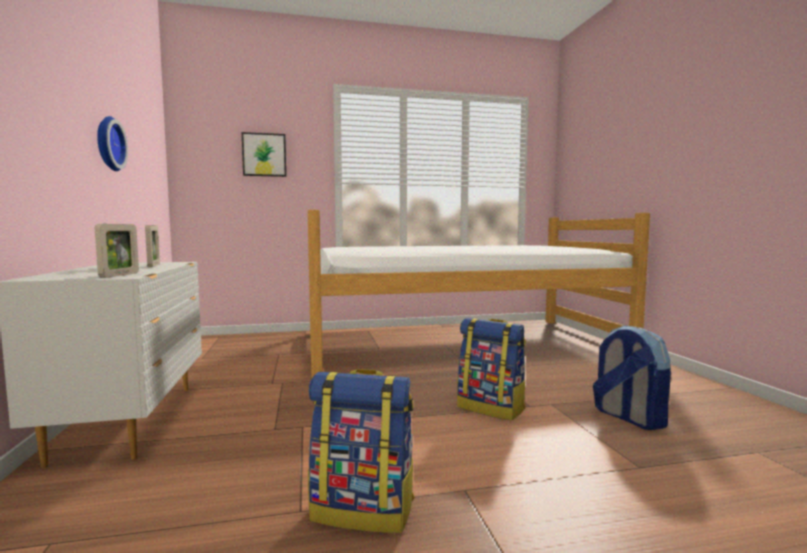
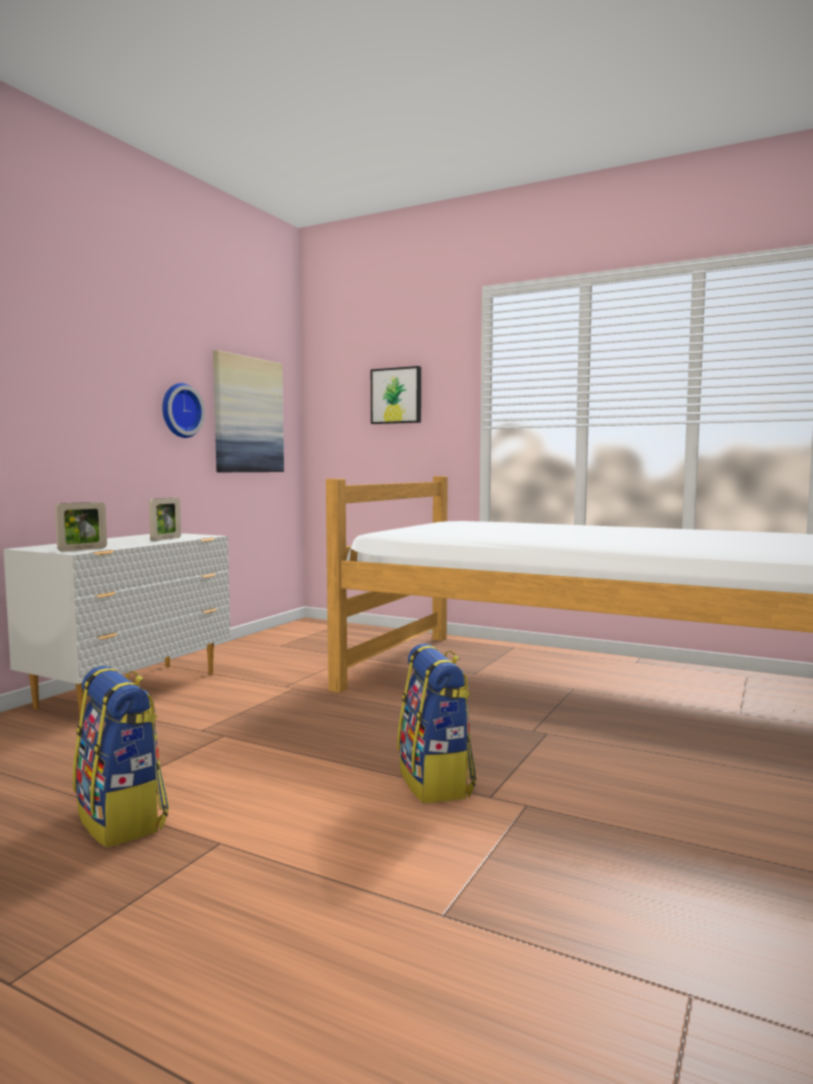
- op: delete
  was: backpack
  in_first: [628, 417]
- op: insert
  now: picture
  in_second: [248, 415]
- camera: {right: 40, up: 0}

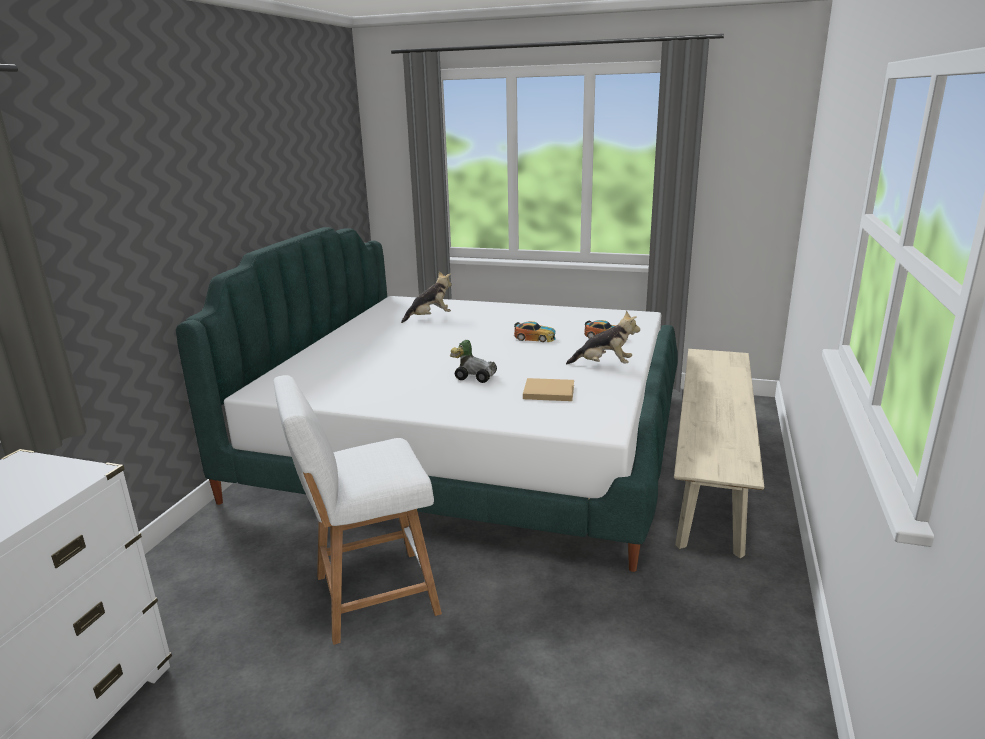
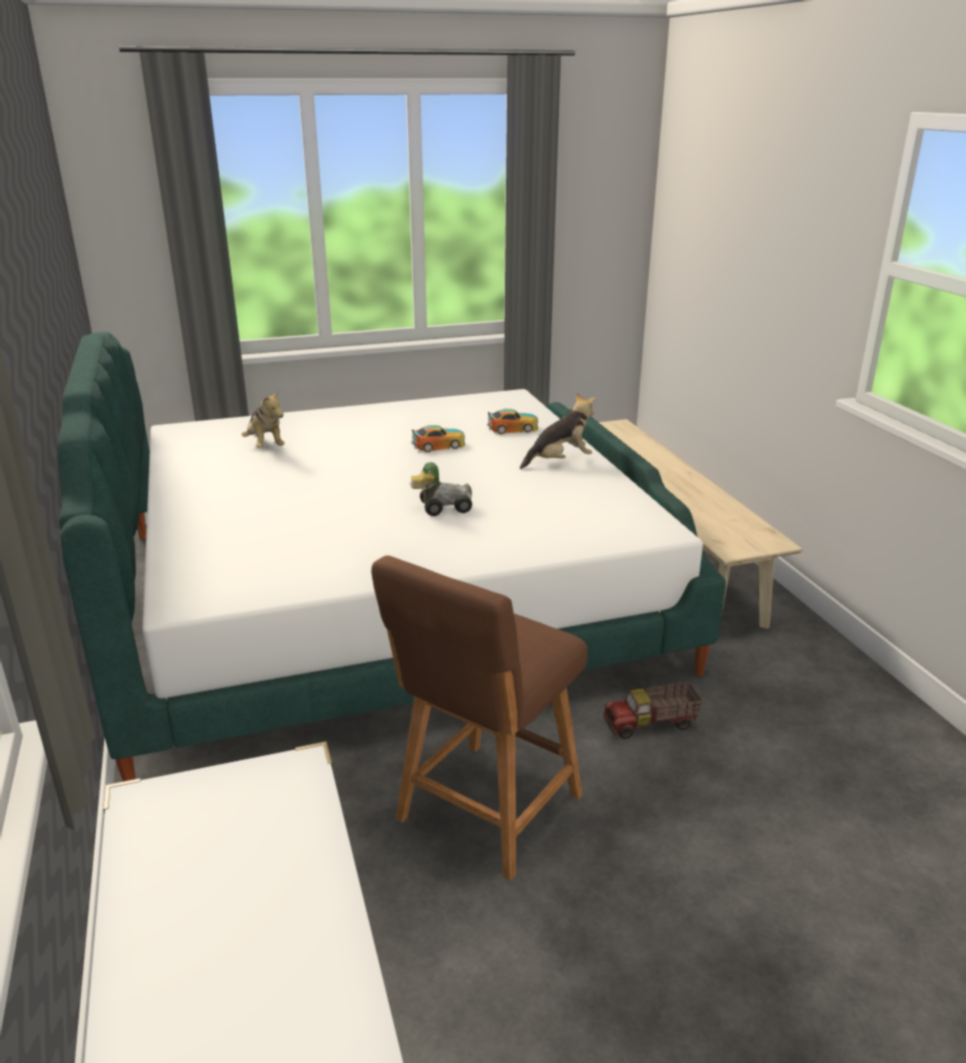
- op: rotate
  was: plush toy
  in_first: [430, 318]
  in_second: [265, 445]
  clockwise: 120
- op: recolor
  was: stool (white)
  now: stool (brown)
  in_first: [369, 596]
  in_second: [484, 812]
- op: delete
  was: book (beige)
  in_first: [547, 392]
- op: insert
  now: toy truck
  in_second: [651, 724]
- camera: {right: -35, up: 5}

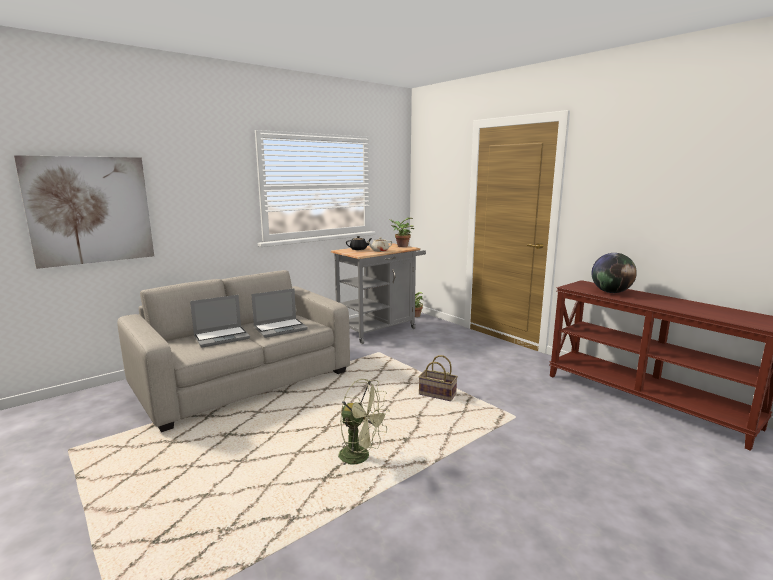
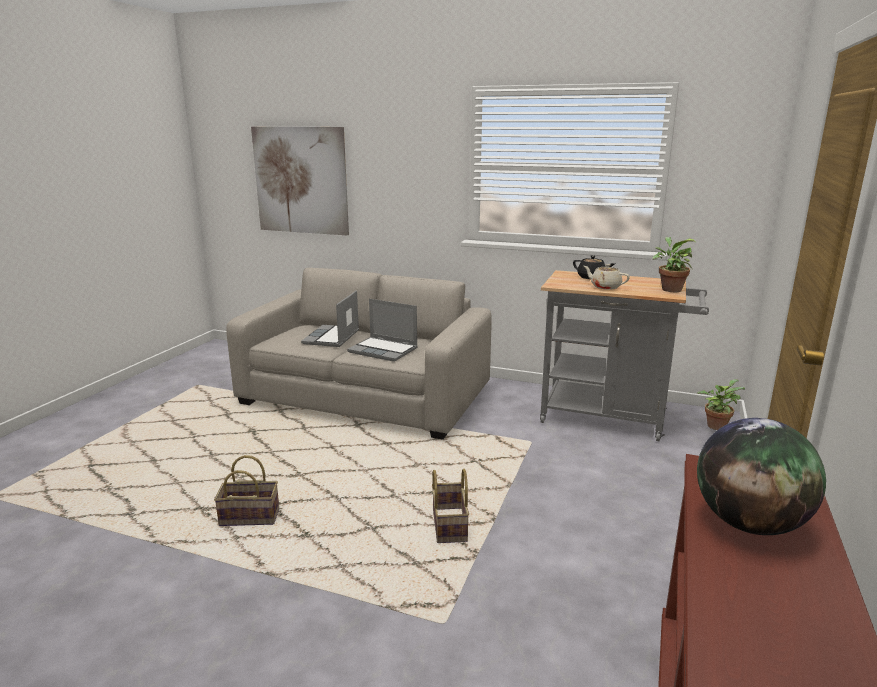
- op: rotate
  was: laptop
  in_first: [222, 337]
  in_second: [332, 337]
  clockwise: 75
- op: replace
  was: fan (green)
  now: basket
  in_first: [361, 457]
  in_second: [251, 517]
- camera: {right: 60, up: 5}

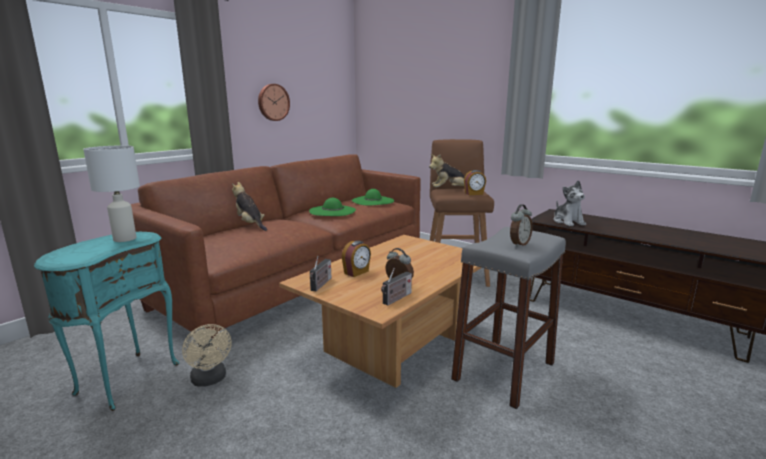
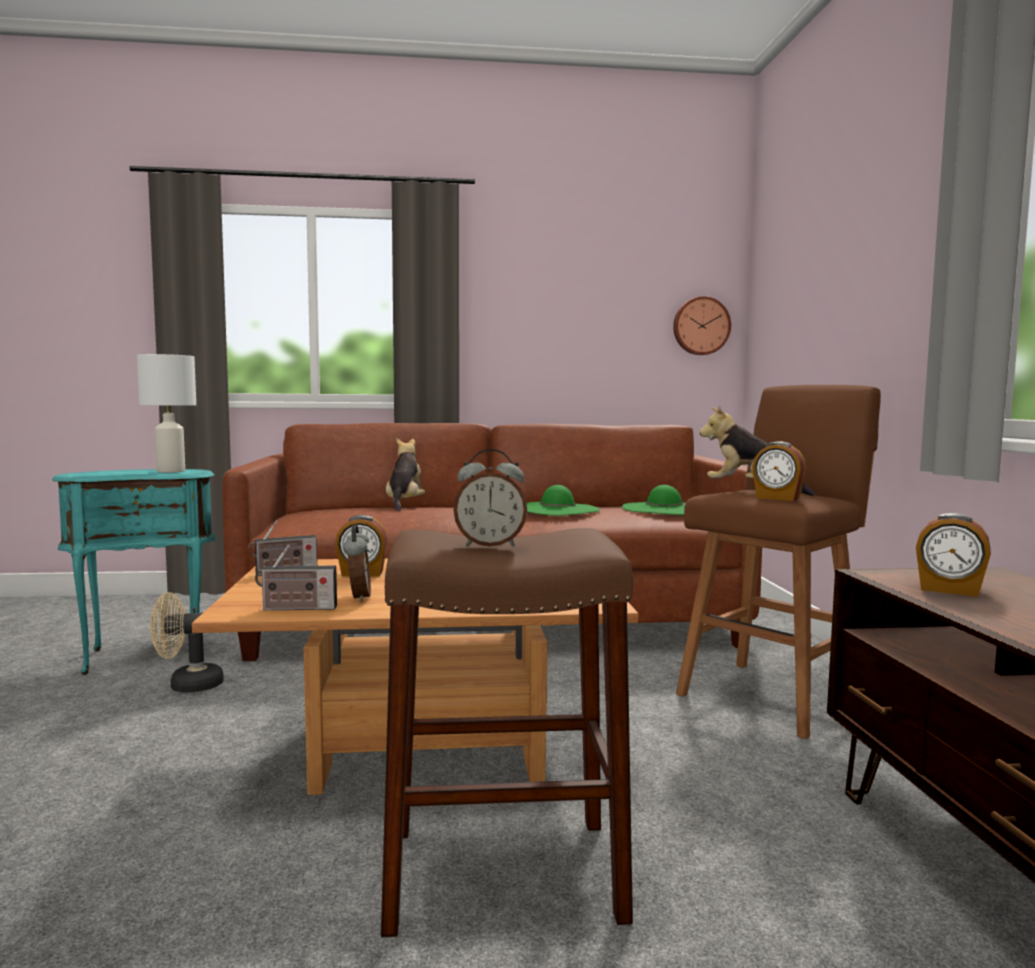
- op: move
  was: wall clock
  in_first: [273, 102]
  in_second: [700, 326]
- op: replace
  was: plush toy
  now: alarm clock
  in_first: [568, 222]
  in_second: [949, 590]
- op: recolor
  was: stool (grey)
  now: stool (brown)
  in_first: [504, 371]
  in_second: [503, 873]
- op: rotate
  was: fan (beige)
  in_first: [210, 380]
  in_second: [187, 685]
  clockwise: 60
- camera: {right: 45, up: -10}

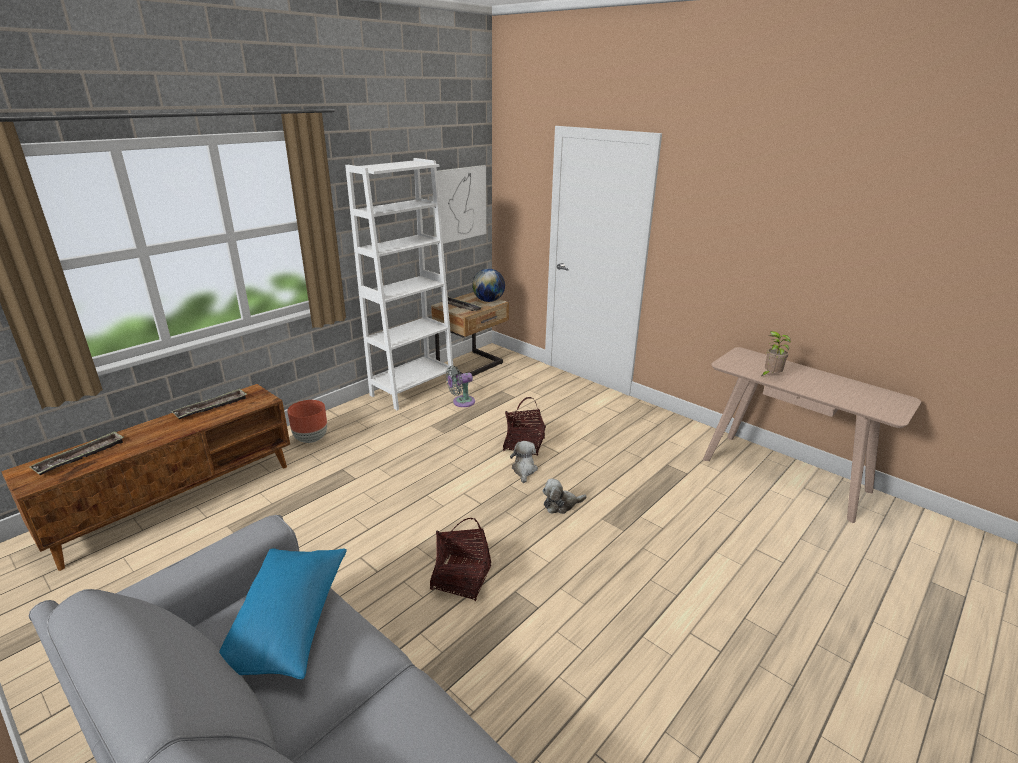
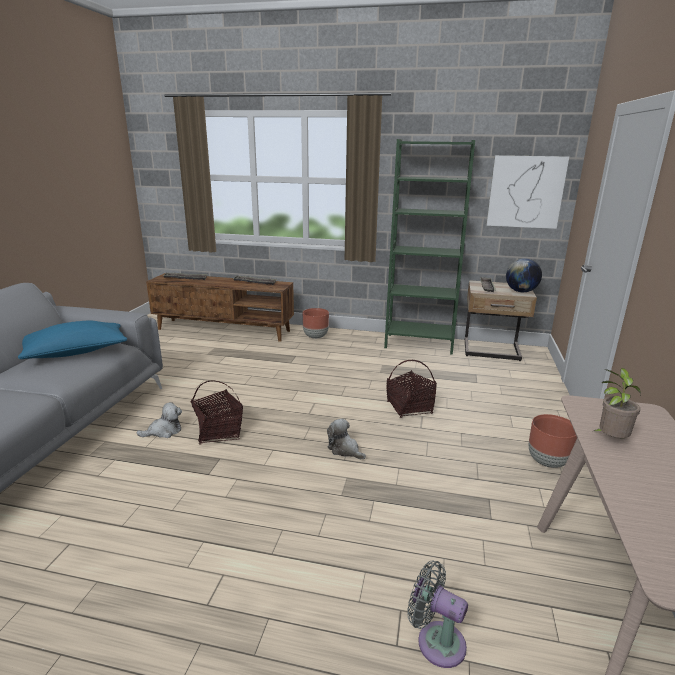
- op: recolor
  was: bookcase (white)
  now: bookcase (green)
  in_first: [413, 389]
  in_second: [419, 343]
- op: move
  was: fan (grey)
  in_first: [461, 402]
  in_second: [436, 641]
- op: move
  was: plush toy
  in_first: [524, 470]
  in_second: [164, 431]
- op: insert
  now: planter (brown)
  in_second: [547, 461]
- camera: {right: 60, up: -5}

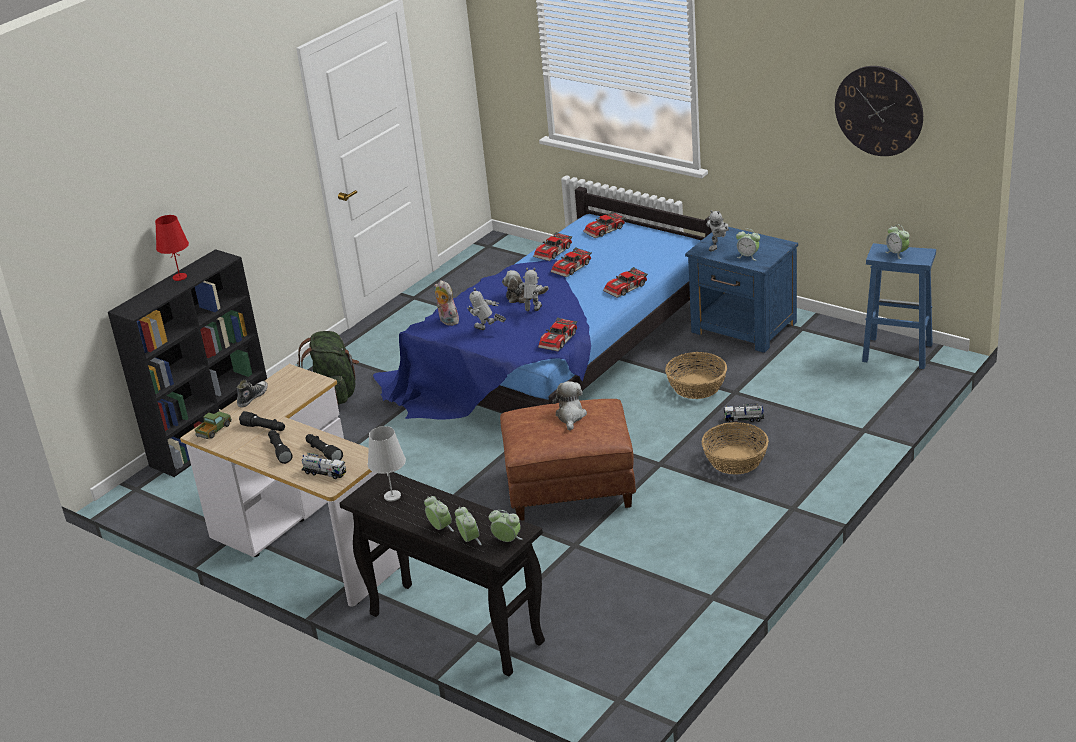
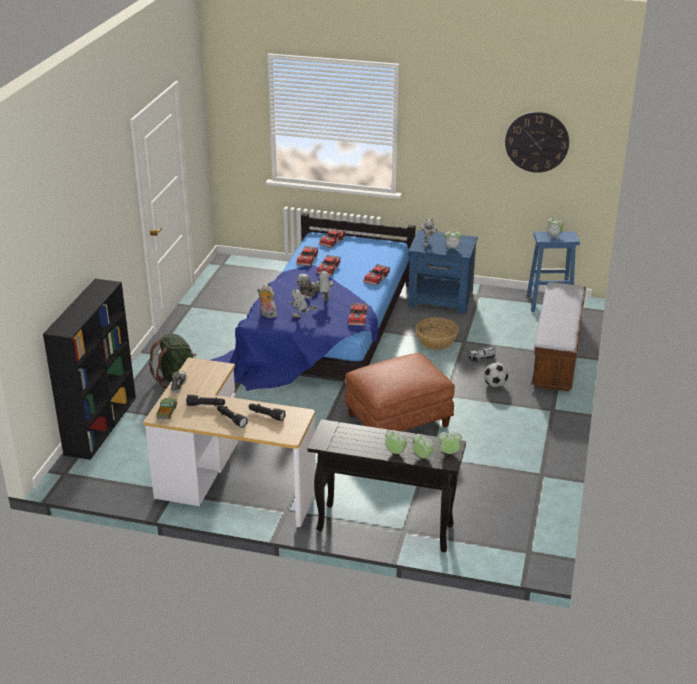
- op: delete
  was: table lamp (red)
  in_first: [180, 277]
- op: delete
  was: plush toy
  in_first: [570, 416]
- op: replace
  was: basket
  now: football
  in_first: [735, 460]
  in_second: [495, 385]
- op: delete
  was: table lamp (white)
  in_first: [392, 496]
- op: delete
  was: toy truck
  in_first: [324, 473]
- op: insert
  now: bench
  in_second: [556, 356]
- camera: {right: -25, up: 0}

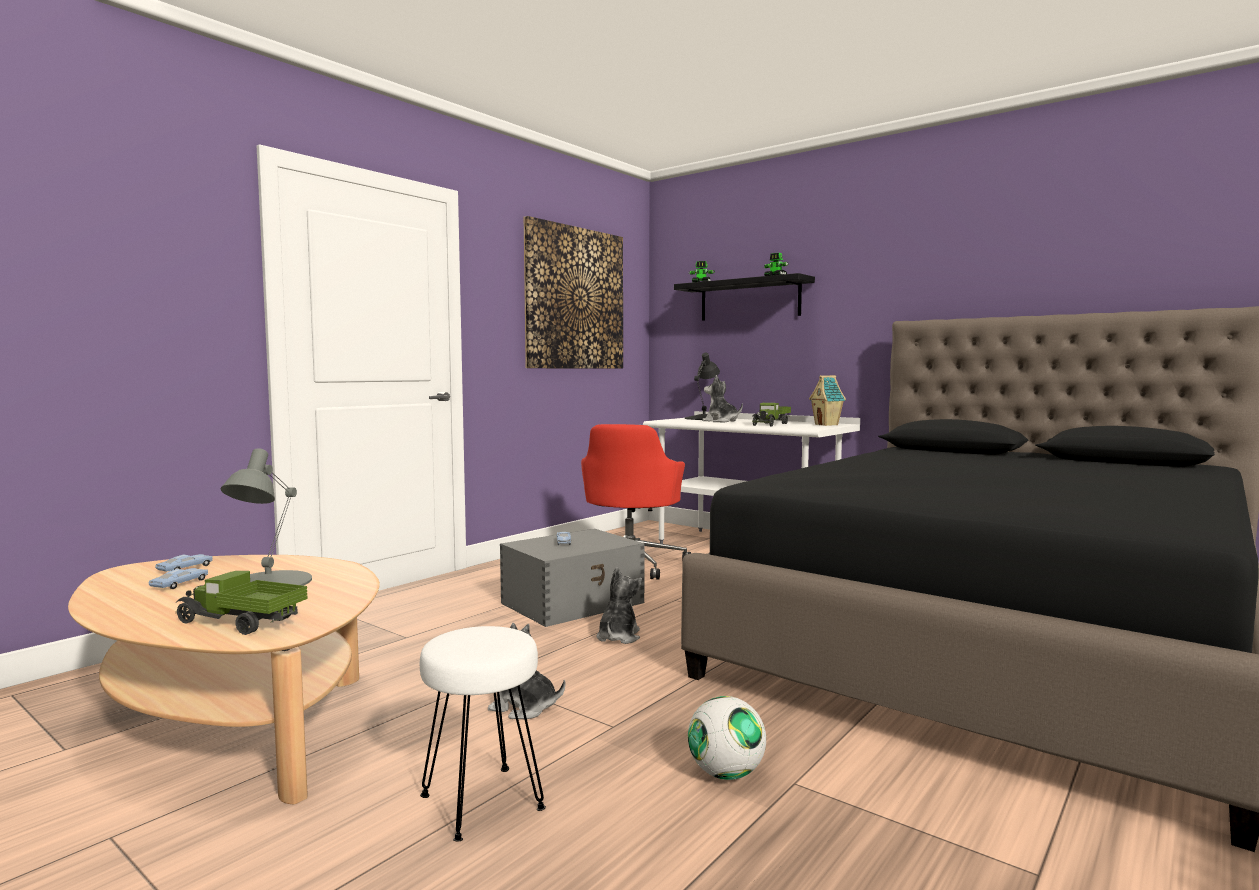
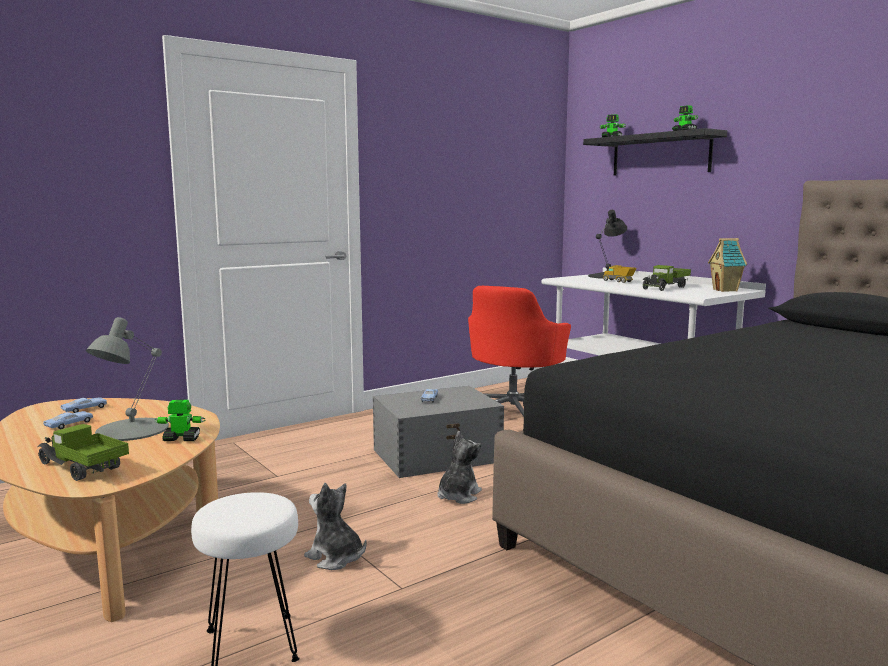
- op: delete
  was: picture
  in_first: [575, 298]
- op: replace
  was: plush toy
  now: toy truck
  in_first: [720, 421]
  in_second: [619, 281]
- op: delete
  was: football
  in_first: [726, 774]
- op: insert
  now: toy robot
  in_second: [181, 439]
- camera: {right: 15, up: 5}

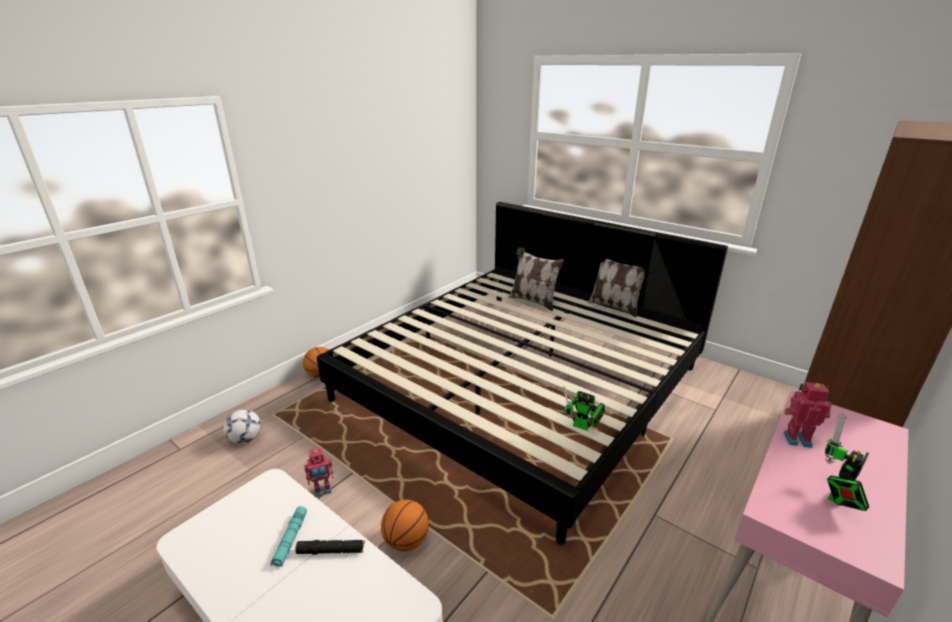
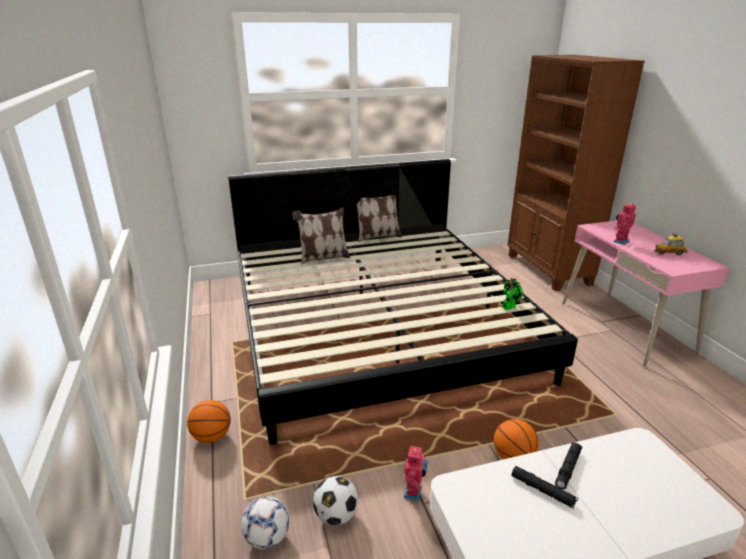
- op: replace
  was: toy robot
  now: toy car
  in_first: [836, 498]
  in_second: [669, 253]
- op: recolor
  was: flashlight (turquoise)
  now: flashlight (black)
  in_first: [290, 540]
  in_second: [542, 490]
- op: insert
  now: football
  in_second: [336, 515]
- camera: {right: -55, up: 0}

